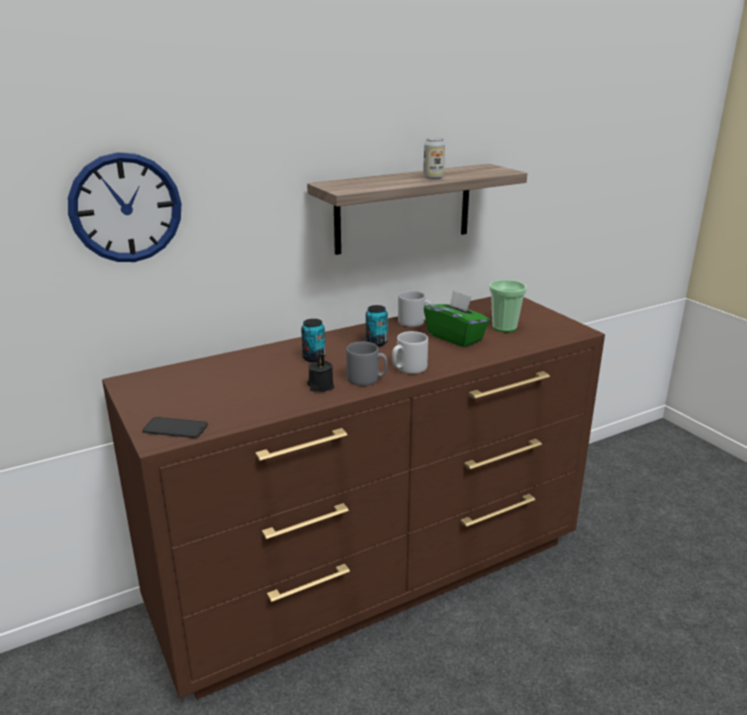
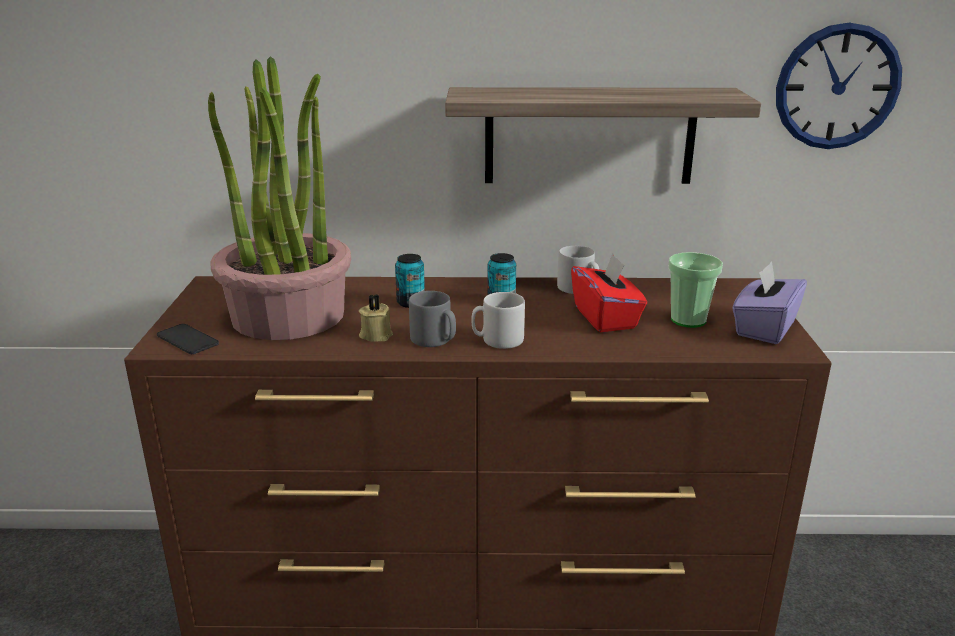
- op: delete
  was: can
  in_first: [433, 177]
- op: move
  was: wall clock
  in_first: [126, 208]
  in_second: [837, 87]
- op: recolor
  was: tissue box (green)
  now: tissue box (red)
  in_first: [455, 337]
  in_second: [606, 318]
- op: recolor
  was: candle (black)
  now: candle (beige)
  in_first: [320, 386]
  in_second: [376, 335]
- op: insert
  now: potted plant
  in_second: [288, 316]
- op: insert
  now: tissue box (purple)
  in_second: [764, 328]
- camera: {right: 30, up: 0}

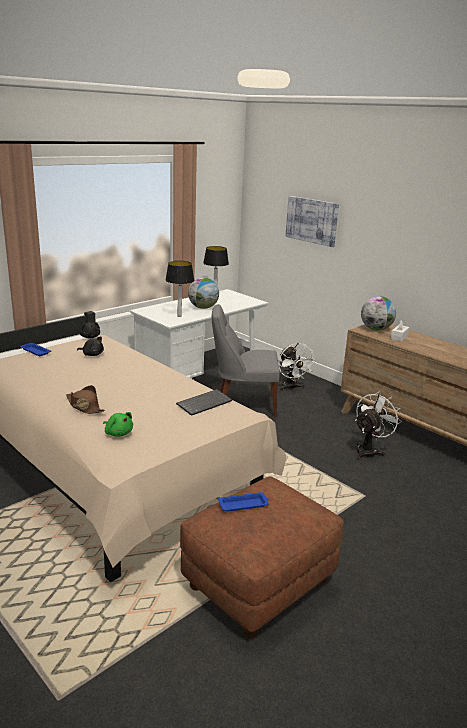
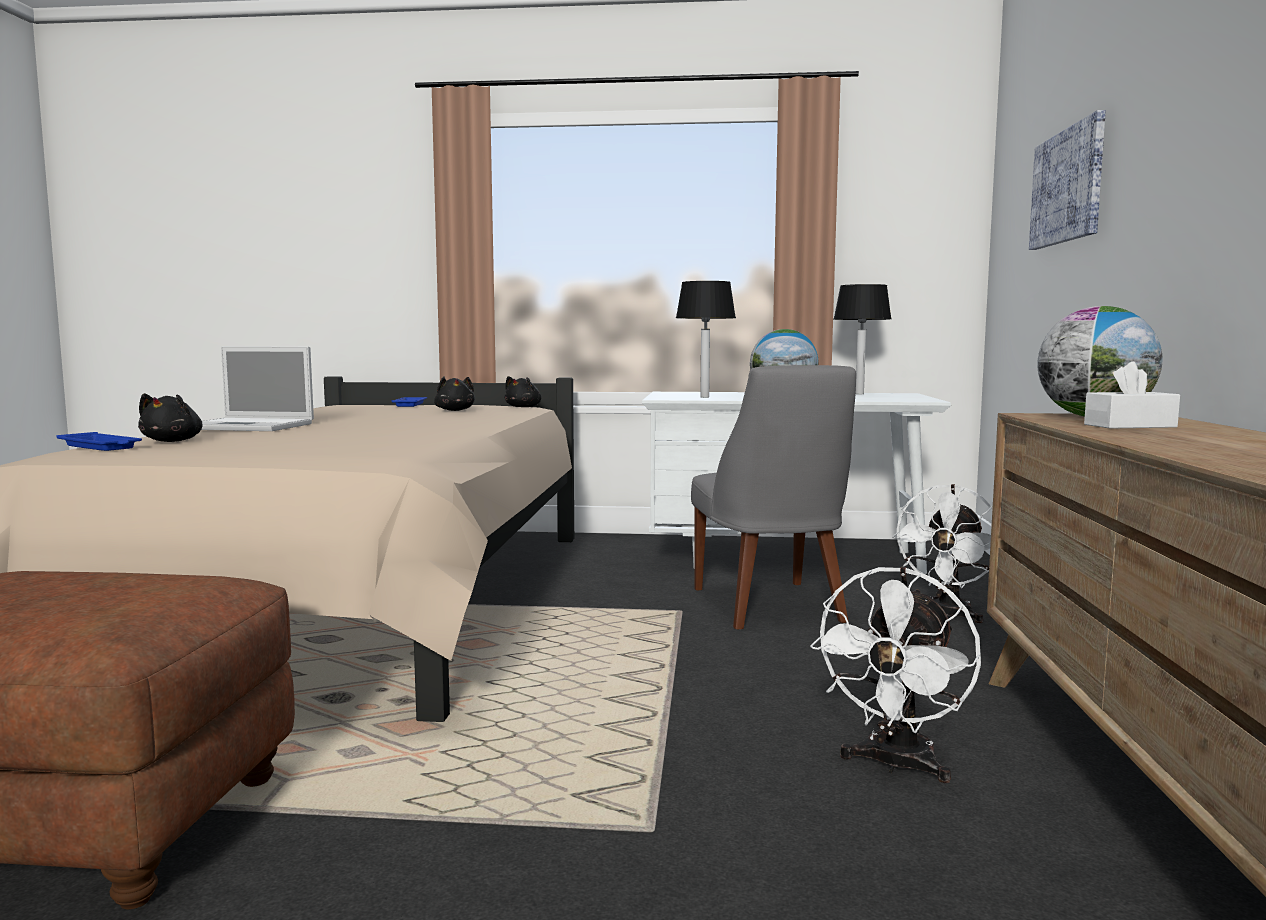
- op: rotate
  was: chair (grey)
  in_first: [243, 404]
  in_second: [770, 607]
  clockwise: -150
- op: replace
  was: hat (brown)
  now: laptop
  in_first: [84, 406]
  in_second: [251, 426]
- op: delete
  was: keyboard
  in_first: [204, 403]
- op: rotate
  was: fan (white)
  in_first: [369, 450]
  in_second: [895, 765]
  clockwise: 120
- op: recolor
  was: plush toy (green)
  now: plush toy (black)
  in_first: [118, 433]
  in_second: [173, 441]
- op: move
  was: tray (blue)
  in_first: [244, 505]
  in_second: [100, 447]
- camera: {right: 50, up: -15}

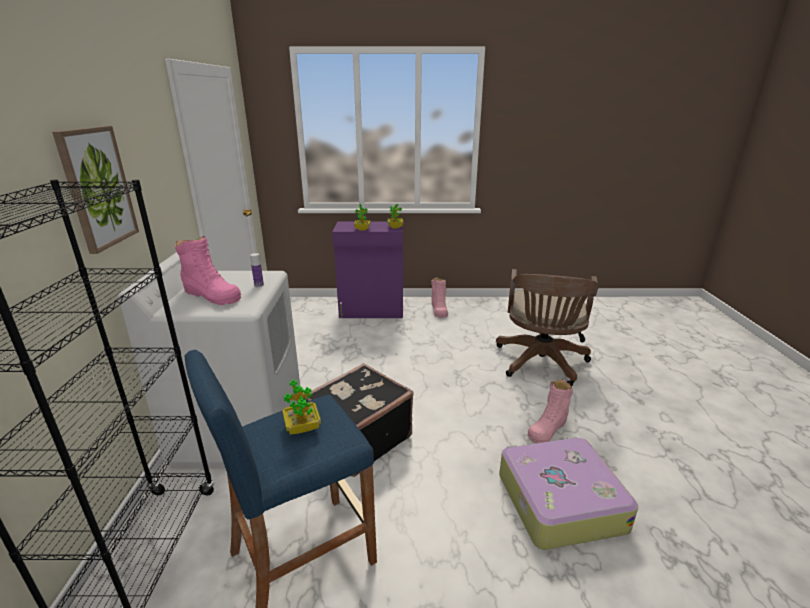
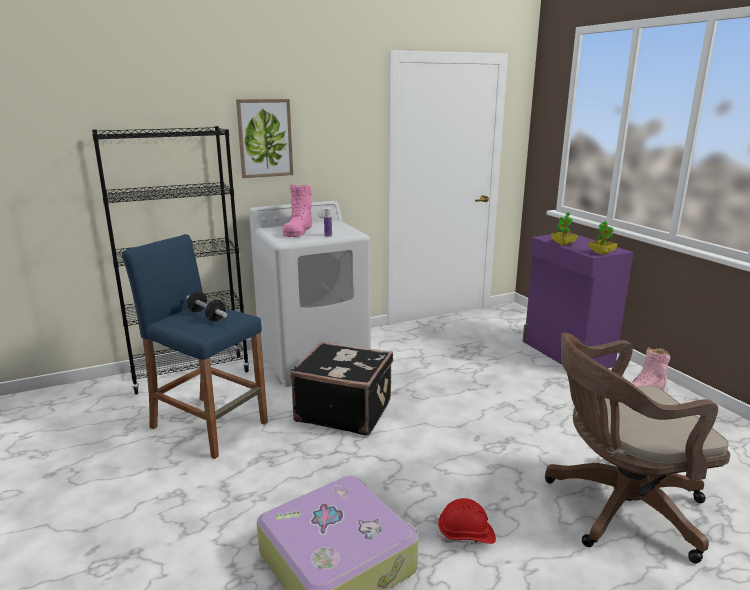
- op: replace
  was: potted plant
  now: dumbbell
  in_first: [302, 427]
  in_second: [207, 316]
- op: replace
  was: boot (pink)
  now: hard hat (red)
  in_first: [548, 428]
  in_second: [466, 535]
- camera: {right: 65, up: -5}

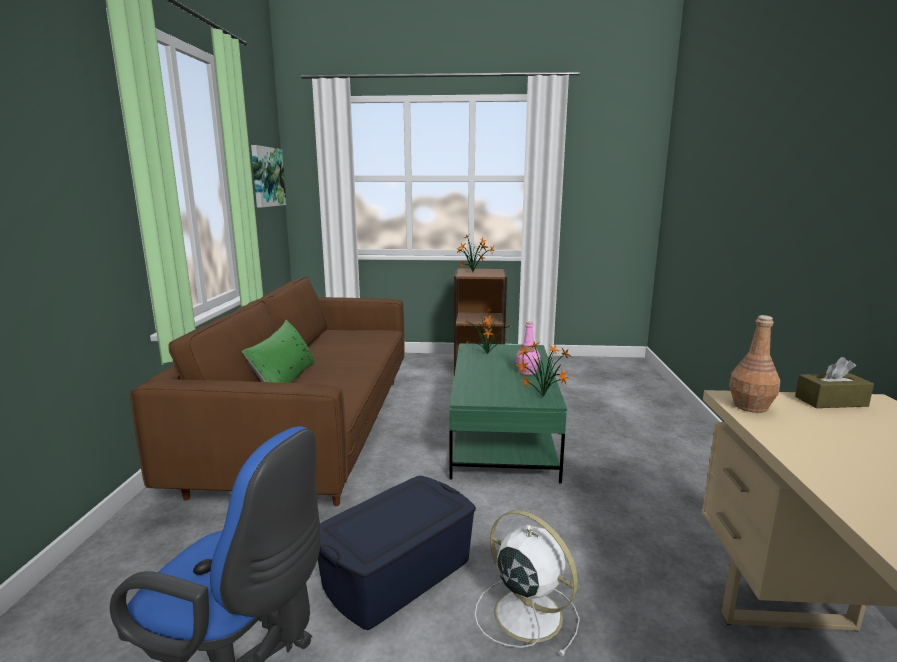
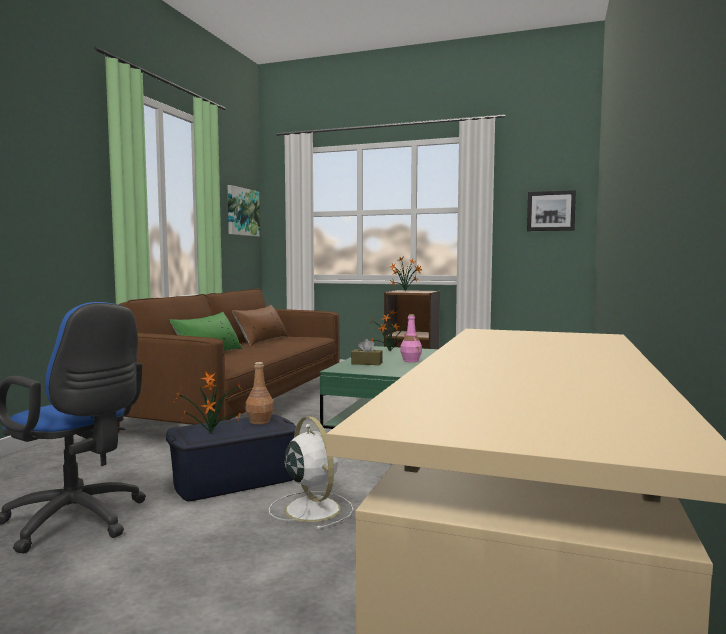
- op: move
  was: bottle (brown)
  in_first: [751, 406]
  in_second: [260, 422]
- op: move
  was: potted plant
  in_first: [541, 397]
  in_second: [208, 433]
- op: move
  was: tissue box (brown)
  in_first: [831, 401]
  in_second: [366, 363]
- op: insert
  now: picture
  in_second: [551, 211]
- op: insert
  now: pillow (brown)
  in_second: [261, 340]
- camera: {right: 15, up: -10}

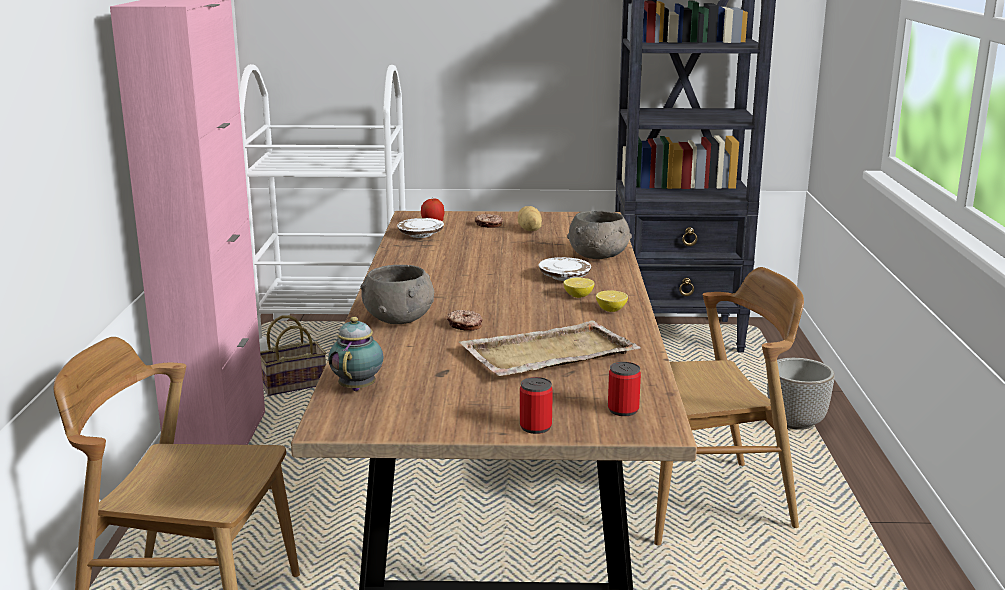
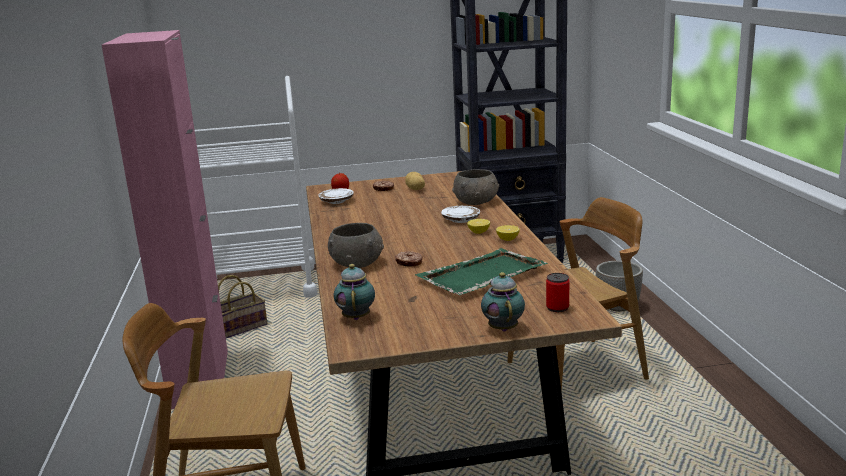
- op: recolor
  was: tray (beige)
  now: tray (green)
  in_first: [547, 354]
  in_second: [481, 275]
- op: replace
  was: can
  now: teapot
  in_first: [535, 427]
  in_second: [503, 328]
- camera: {right: -10, up: 0}

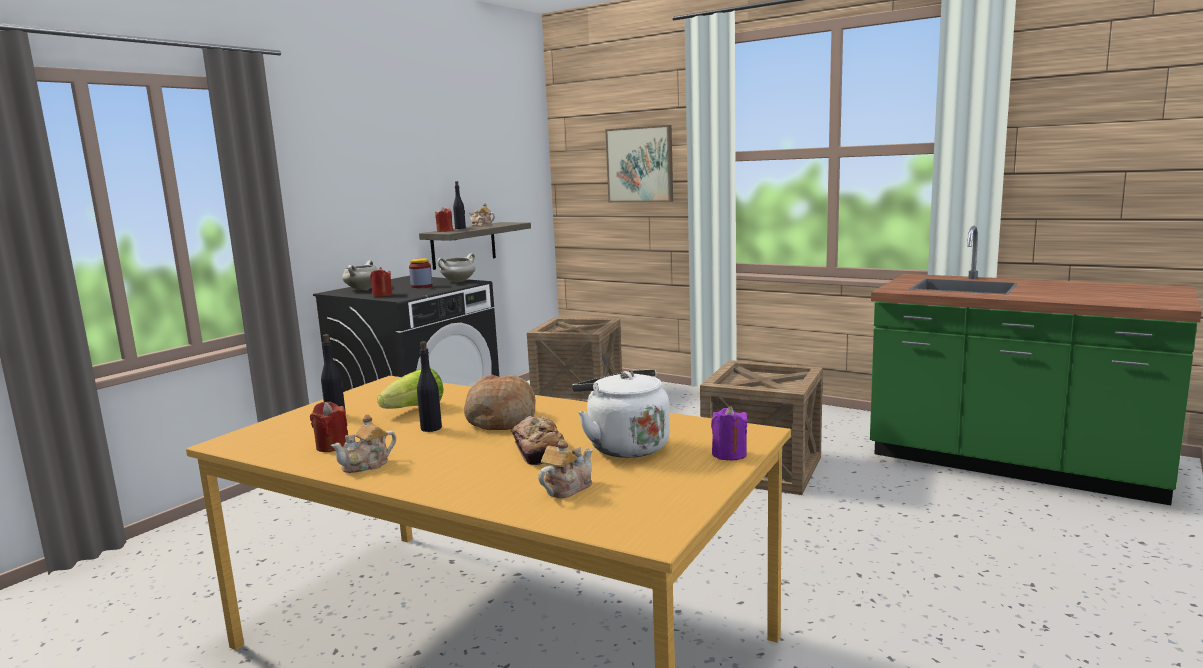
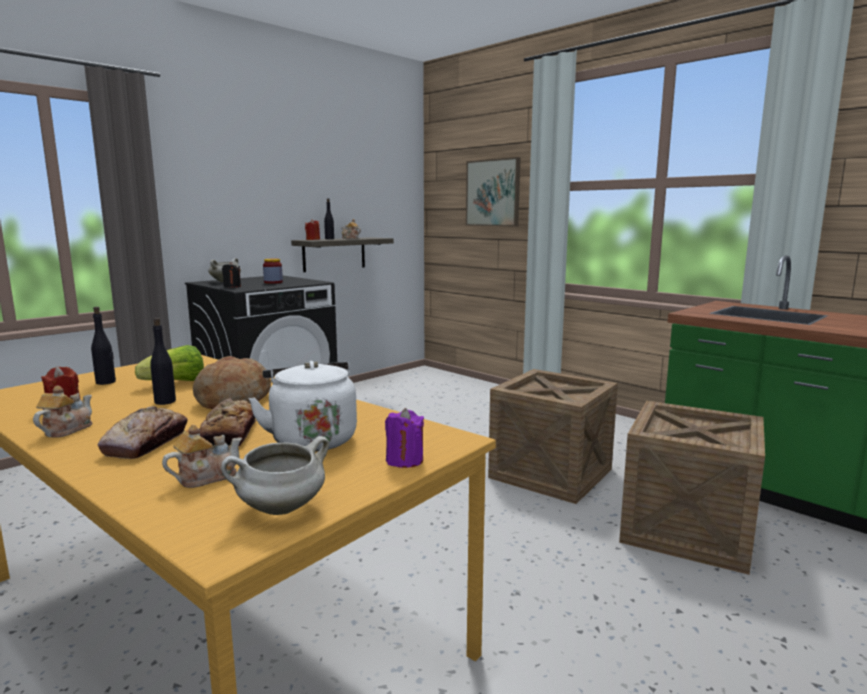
- op: move
  was: cooking pot (white)
  in_first: [458, 281]
  in_second: [280, 509]
- op: recolor
  was: candle (red)
  now: candle (black)
  in_first: [382, 295]
  in_second: [232, 286]
- op: move
  was: crate
  in_first: [578, 395]
  in_second: [687, 529]
- op: rotate
  was: teapot
  in_first: [367, 465]
  in_second: [66, 430]
  clockwise: 135
- op: insert
  now: bread
  in_second: [146, 443]
- camera: {right: 10, up: 0}

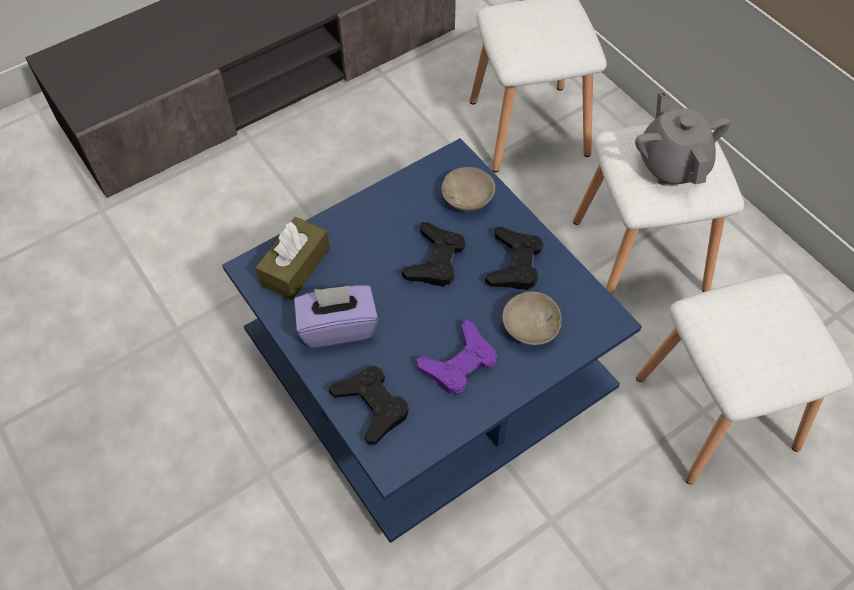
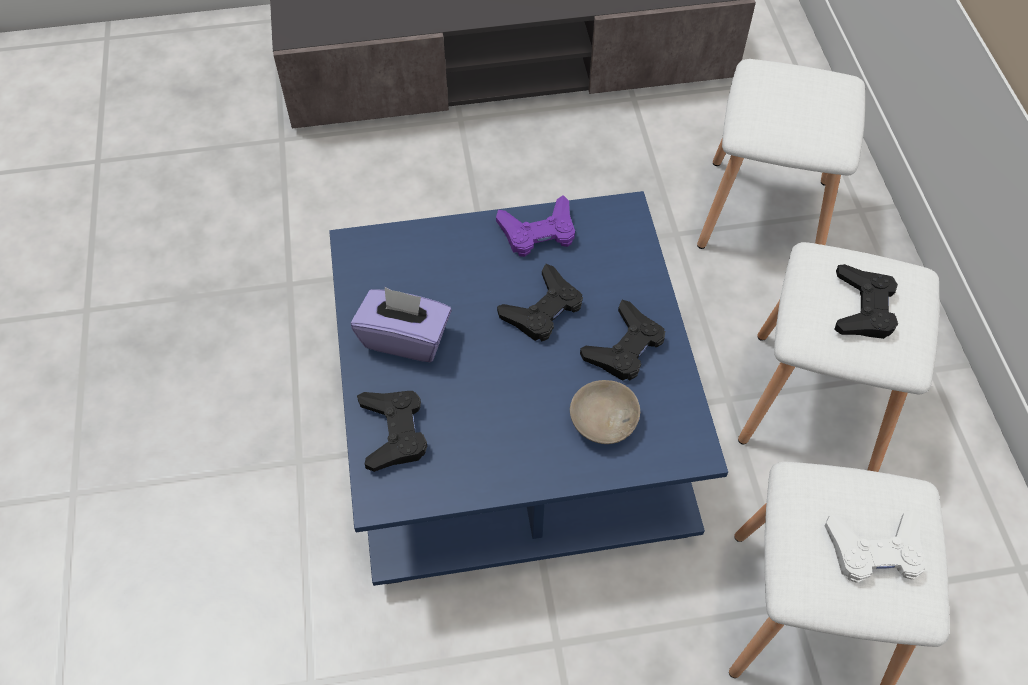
- op: replace
  was: teapot (grey)
  now: game controller (black)
  in_first: [672, 165]
  in_second: [863, 308]
- op: delete
  was: bowl (beige)
  in_first: [469, 199]
- op: delete
  was: tissue box (brown)
  in_first: [295, 267]
- op: move
  was: game controller (purple)
  in_first: [459, 363]
  in_second: [538, 232]
- op: insert
  now: game controller (white)
  in_second: [874, 550]
- camera: {right: 25, up: 0}

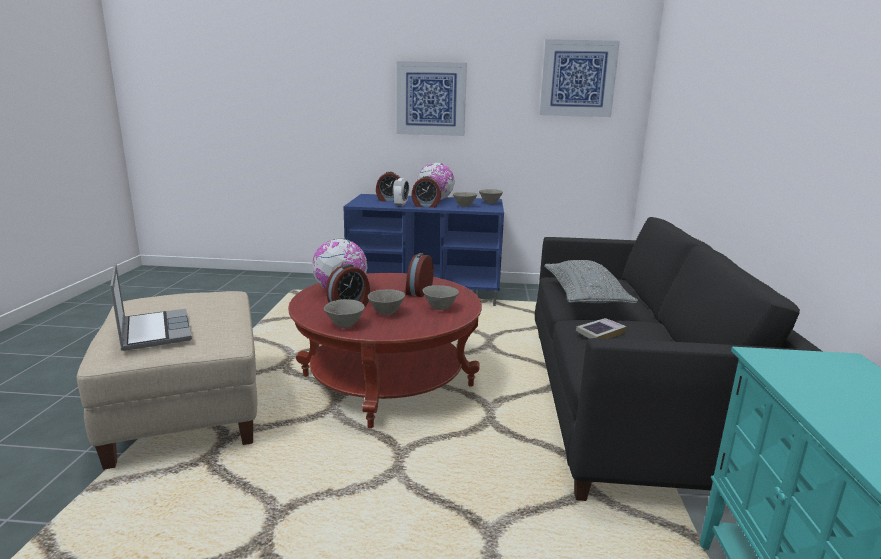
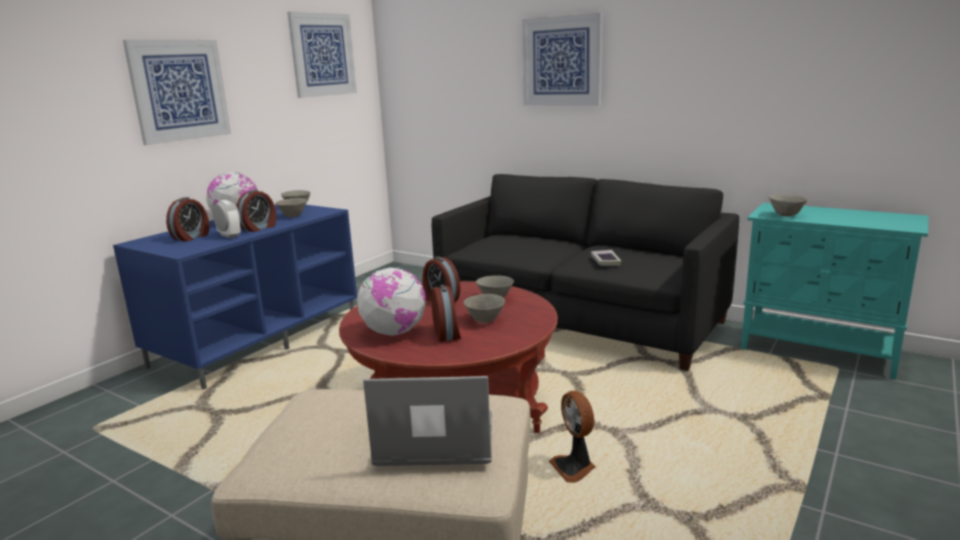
- op: delete
  was: pillow (grey)
  in_first: [585, 296]
- op: move
  was: bowl (grey)
  in_first: [345, 325]
  in_second: [786, 215]
- op: insert
  now: picture
  in_second: [561, 61]
- op: insert
  now: fan
  in_second: [574, 468]
- camera: {right: -60, up: 0}

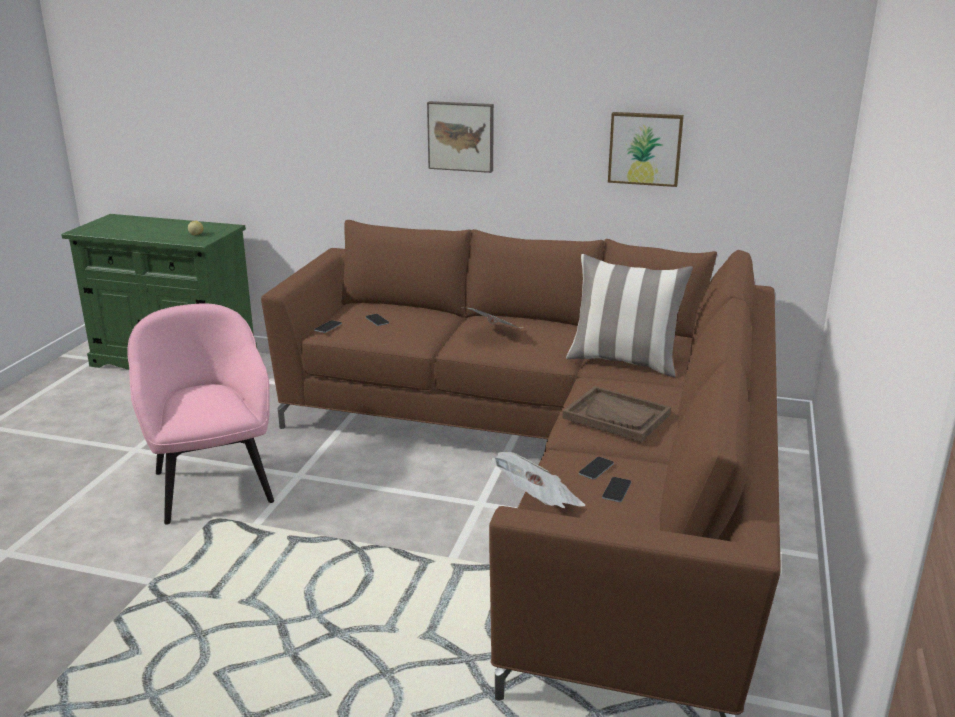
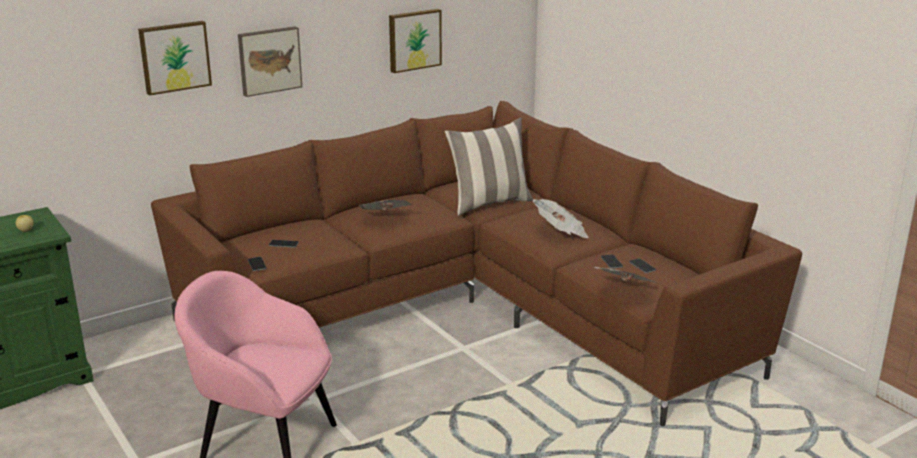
- op: replace
  was: tray (brown)
  now: newspaper
  in_first: [617, 416]
  in_second: [561, 232]
- op: insert
  now: picture
  in_second: [174, 57]
- camera: {right: -50, up: 0}

